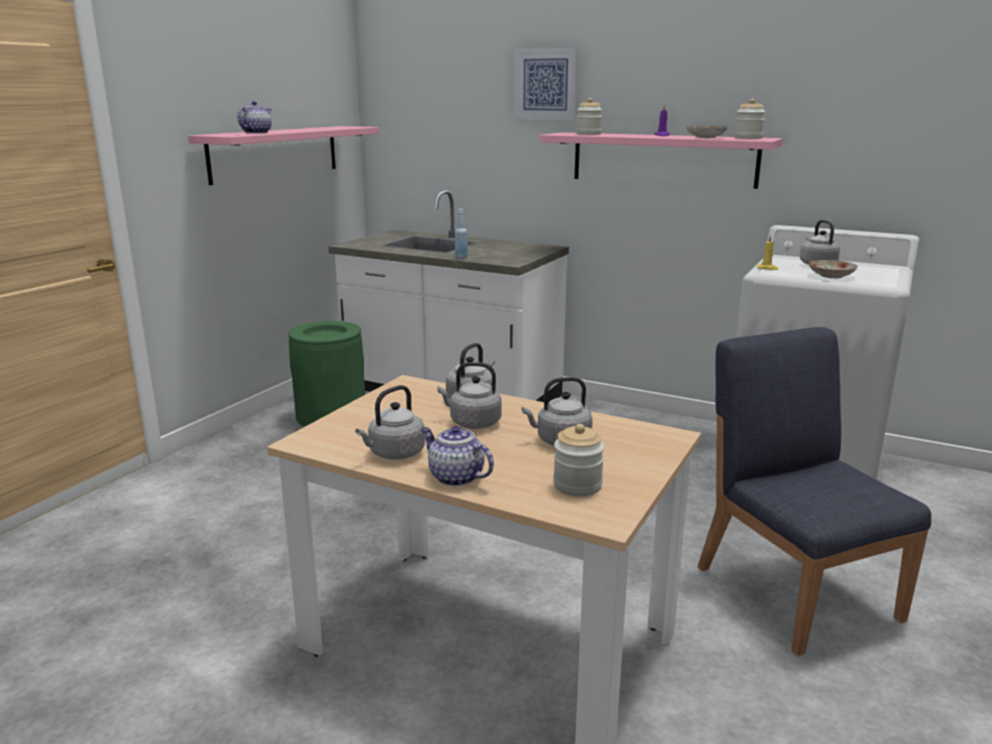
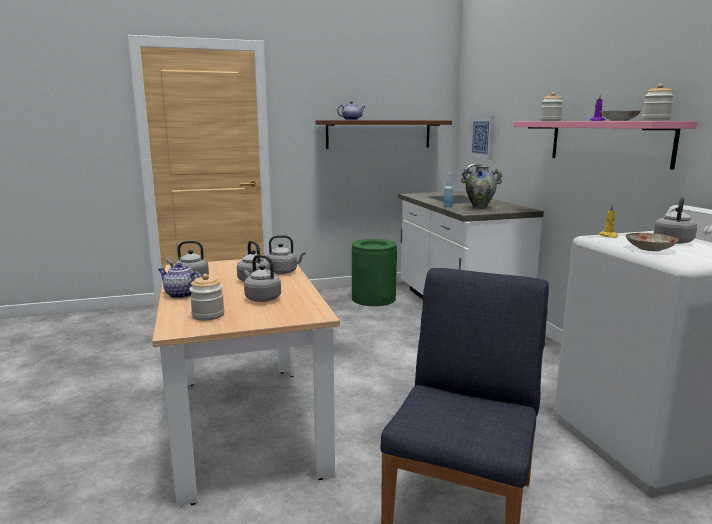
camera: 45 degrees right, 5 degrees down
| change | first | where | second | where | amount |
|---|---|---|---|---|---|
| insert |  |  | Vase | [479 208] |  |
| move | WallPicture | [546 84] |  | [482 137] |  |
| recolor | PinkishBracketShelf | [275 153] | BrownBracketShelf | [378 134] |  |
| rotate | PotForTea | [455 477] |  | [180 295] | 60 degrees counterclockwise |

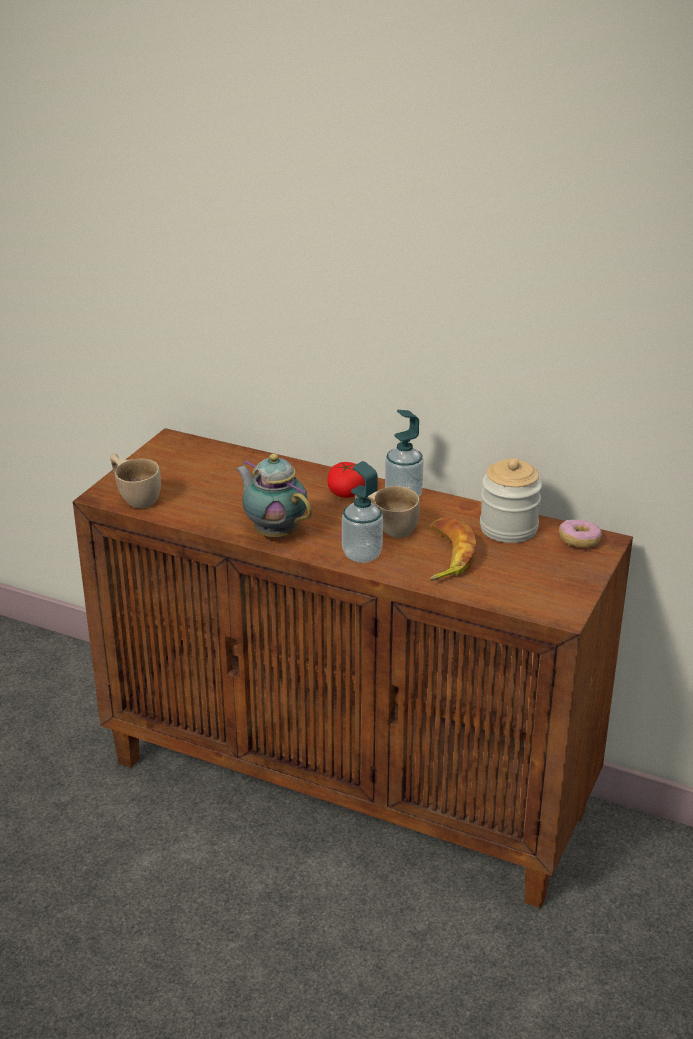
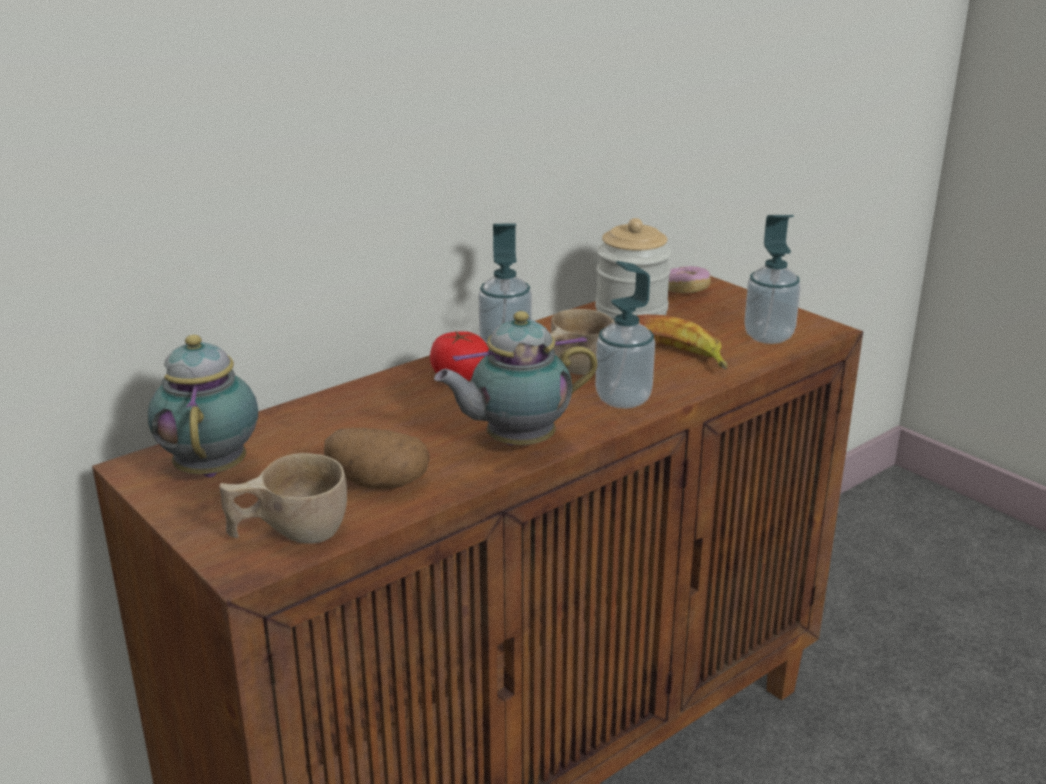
camera: 65 degrees left, 5 degrees down
| change | first | where | second | where | amount |
|---|---|---|---|---|---|
| insert |  |  | PotForTea | [213 468] |  |
| insert |  |  | Potato | [376 483] |  |
| insert |  |  | SoapBottle | [768 336] |  |

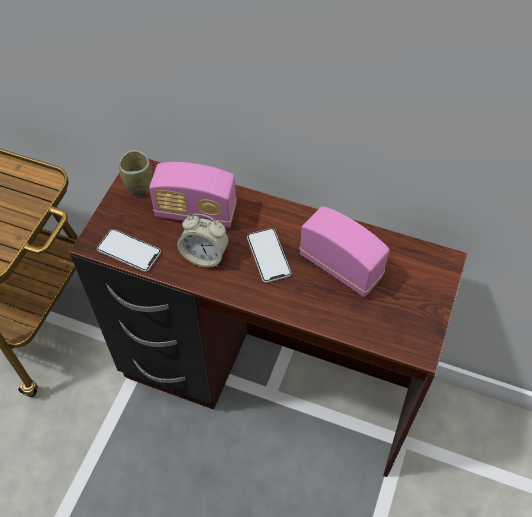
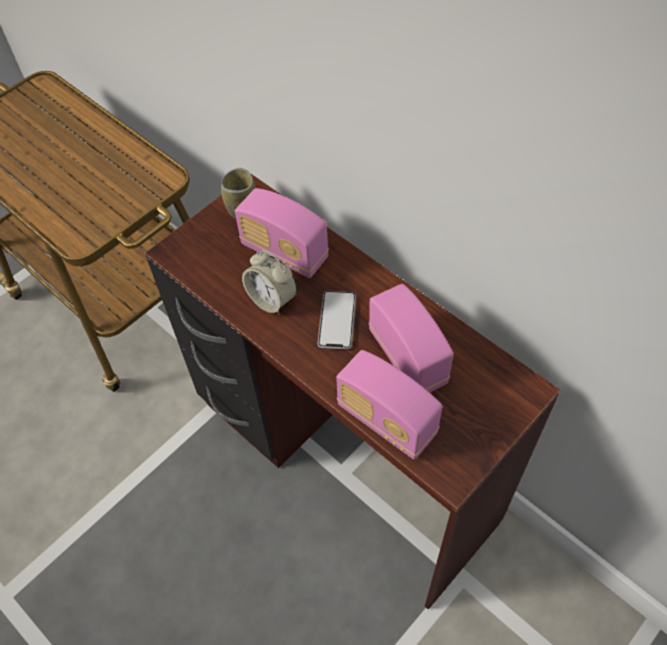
camera: 25 degrees right, 0 degrees up
| change | first | where | second | where | amount |
|---|---|---|---|---|---|
| delete | Handset | [129 251] |  |  |  |
| insert |  |  | RadioReceiver | [386 420] |  |

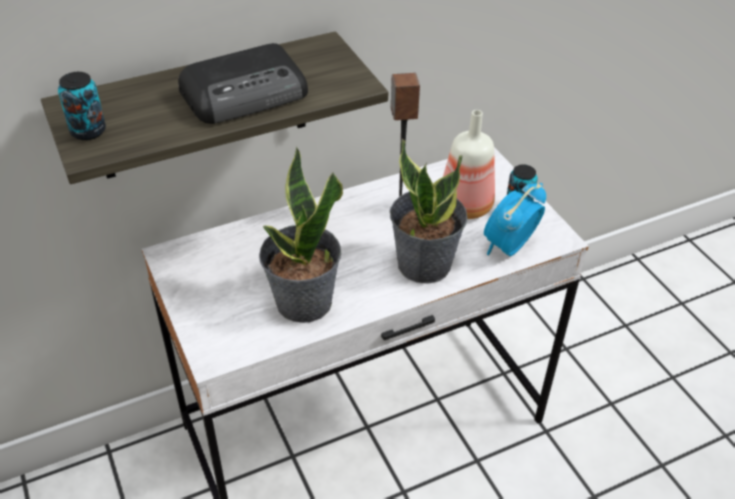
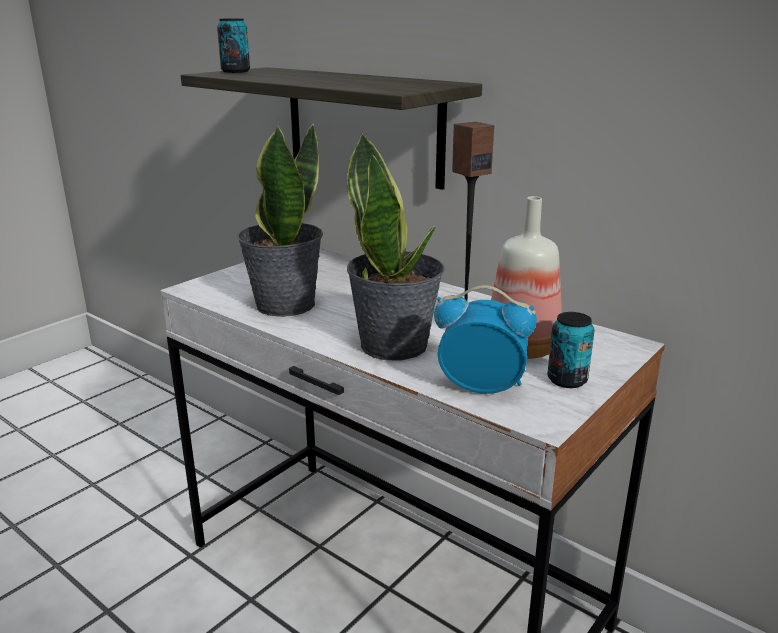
camera: 65 degrees right, 20 degrees down
| change | first | where | second | where | amount |
|---|---|---|---|---|---|
| delete | RadioReceiver | [247 94] |  |  |  |

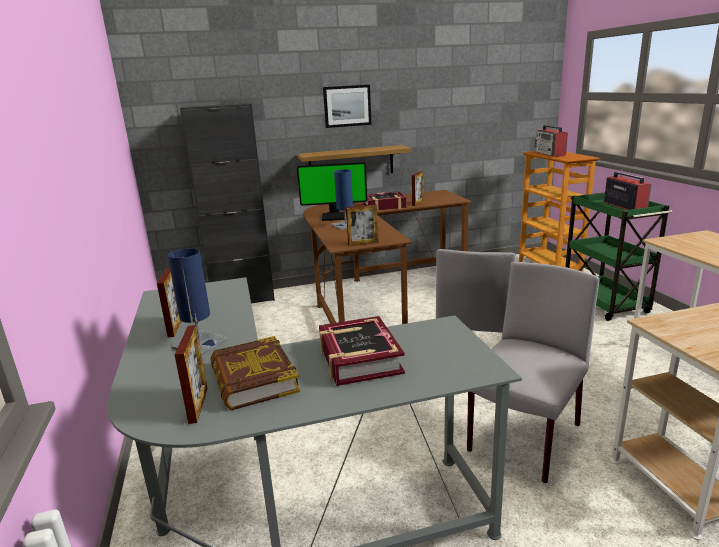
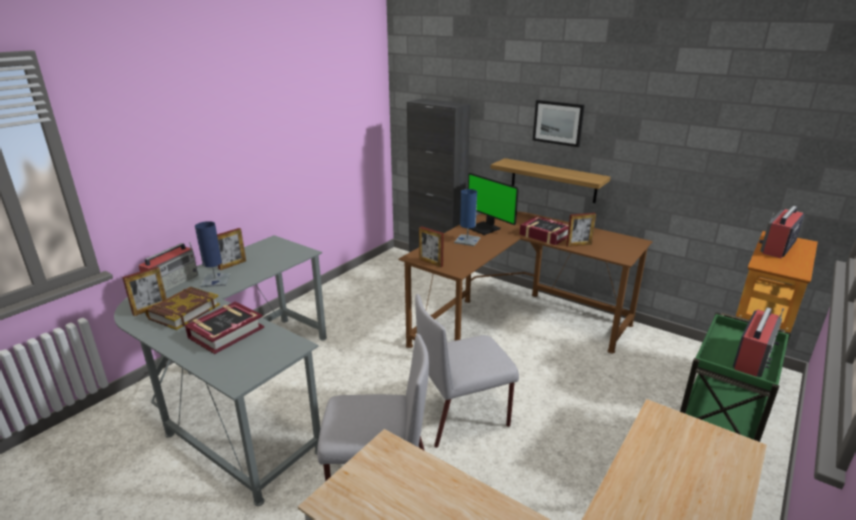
camera: 50 degrees right, 5 degrees up
| change | first | where | second | where | amount |
|---|---|---|---|---|---|
| insert |  |  | RadioReceiver | [173 283] |  |

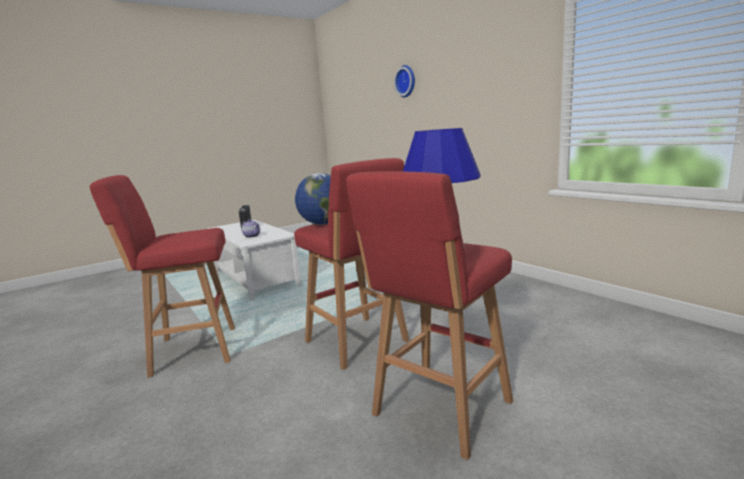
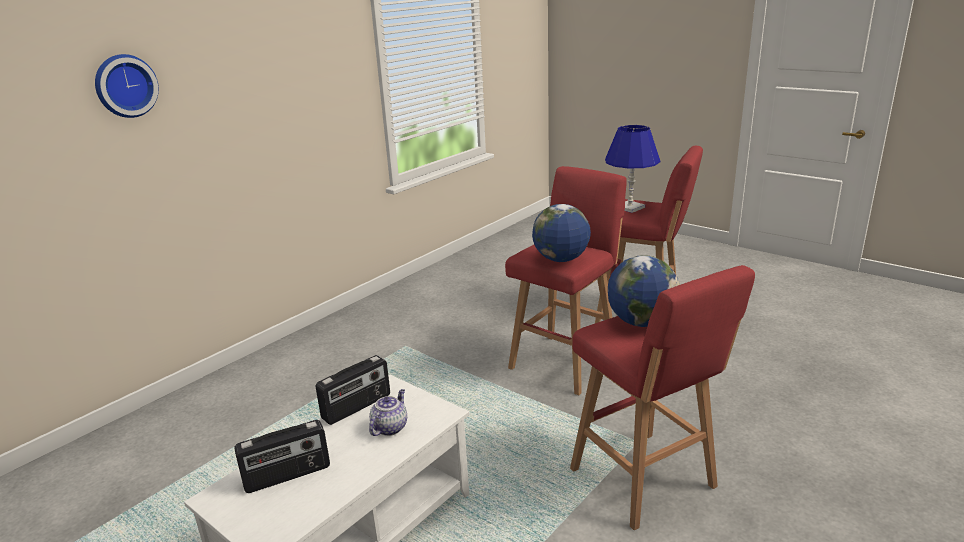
camera: 105 degrees left, 10 degrees up
| change | first | where | second | where | amount |
|---|---|---|---|---|---|
| insert |  |  | RadioReceiver | [357 407] |  |
| insert |  |  | DeskGlobe | [641 322] |  |

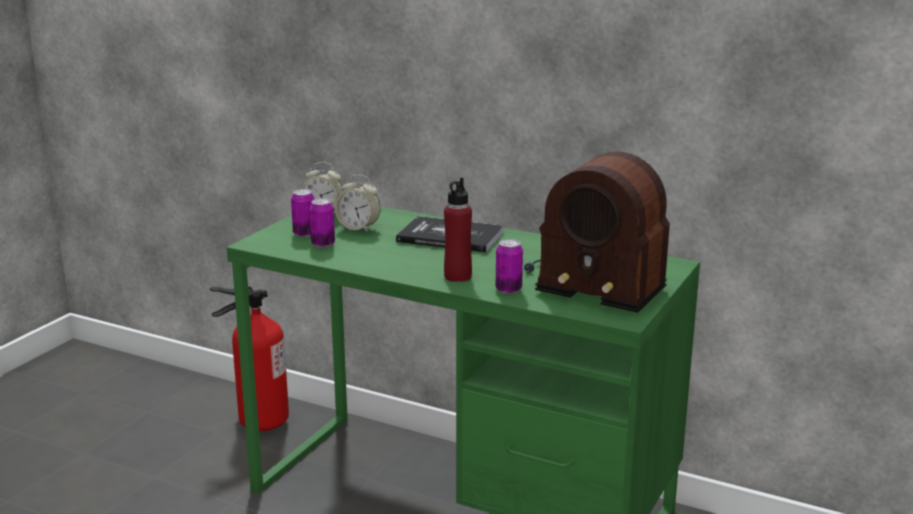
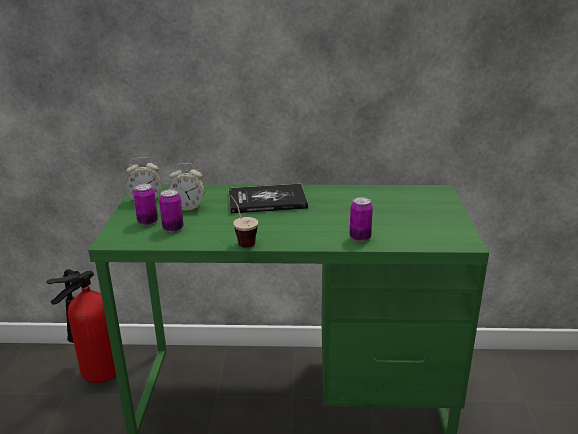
camera: 25 degrees left, 5 degrees up
| change | first | where | second | where | amount |
|---|---|---|---|---|---|
| delete | ReddishDrinkBottle | [457 276] |  |  |  |
| delete | RadioReceiver | [594 278] |  |  |  |
| insert |  |  | SmallCup | [242 240] |  |

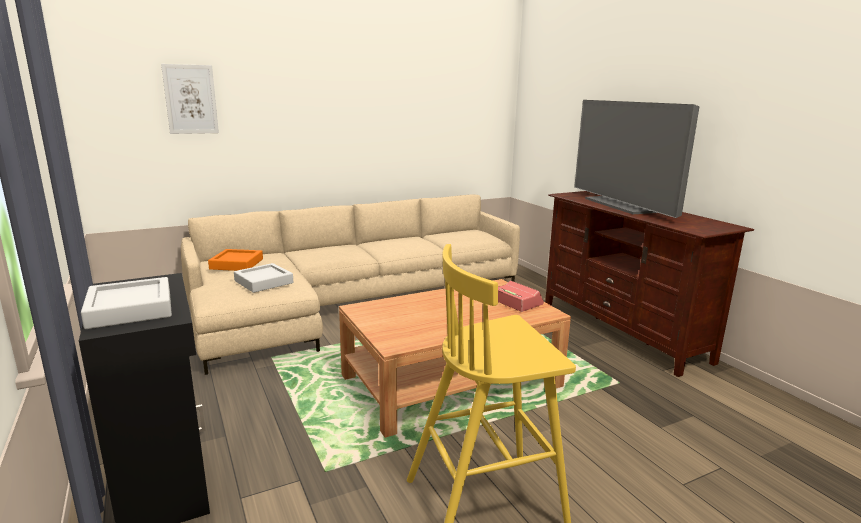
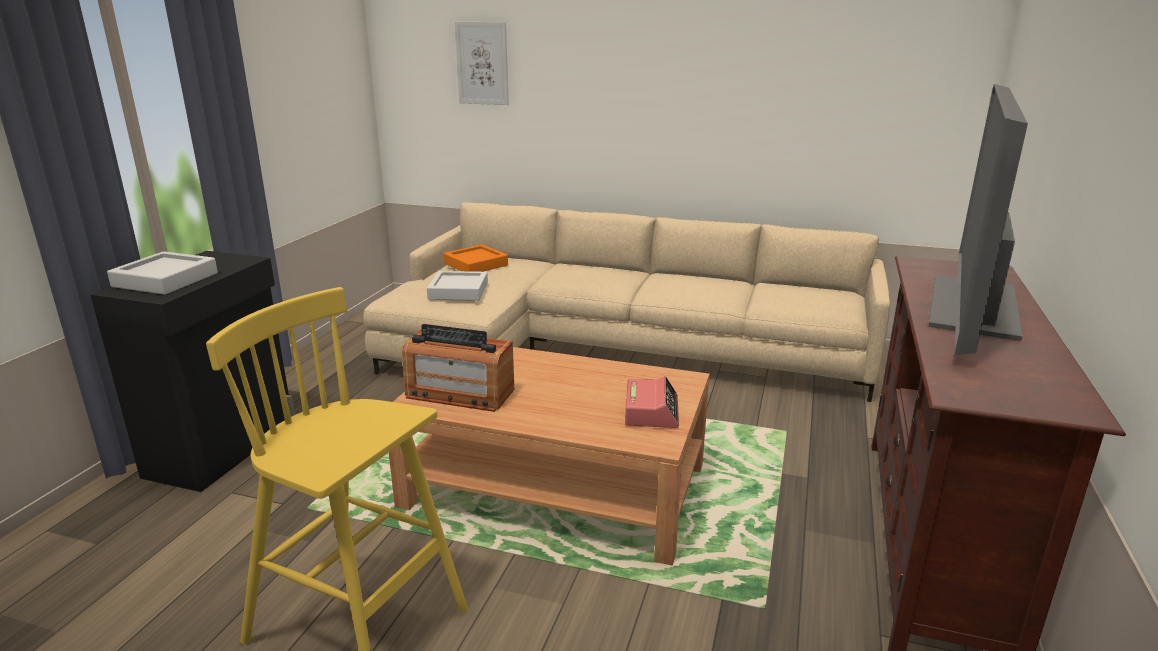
camera: 45 degrees right, 5 degrees up
| change | first | where | second | where | amount |
|---|---|---|---|---|---|
| insert |  |  | RadioReceiver | [459 393] |  |

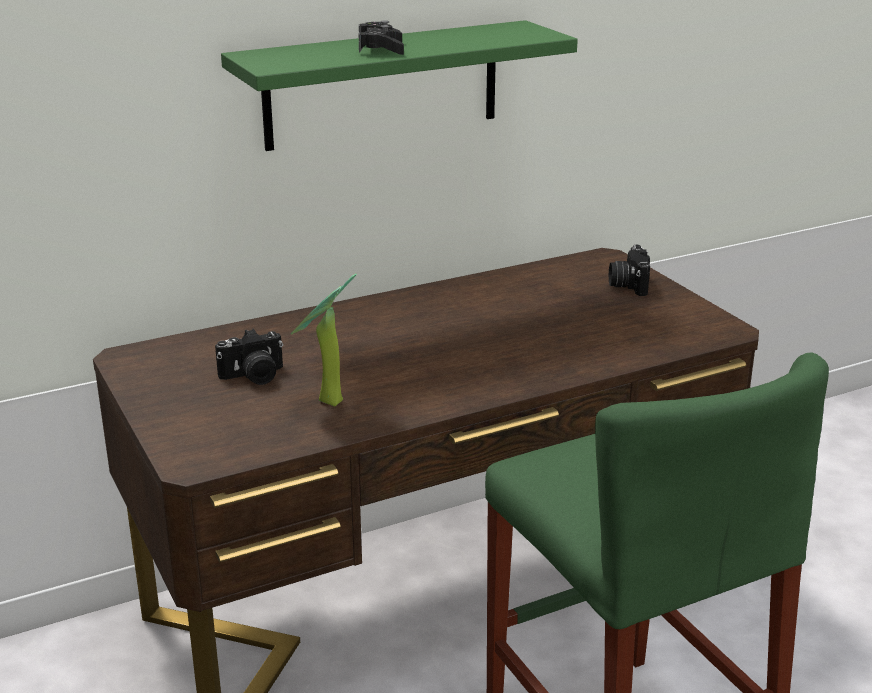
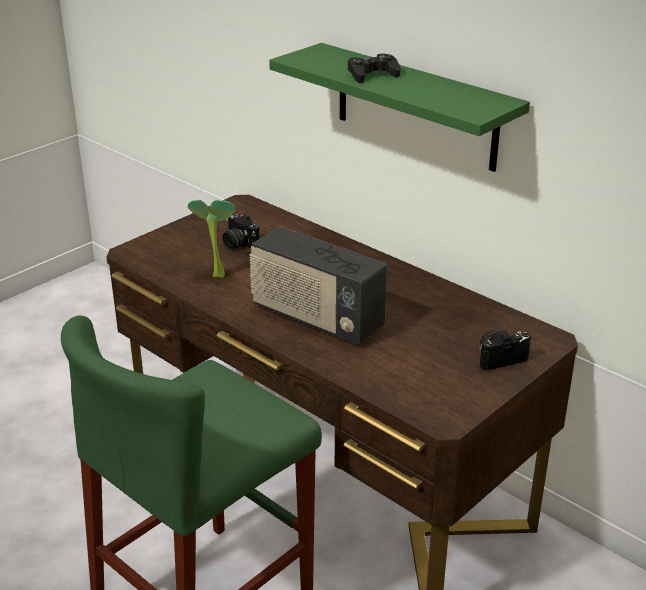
camera: 70 degrees right, 5 degrees up
| change | first | where | second | where | amount |
|---|---|---|---|---|---|
| insert |  |  | RadioReceiver | [316 318] |  |

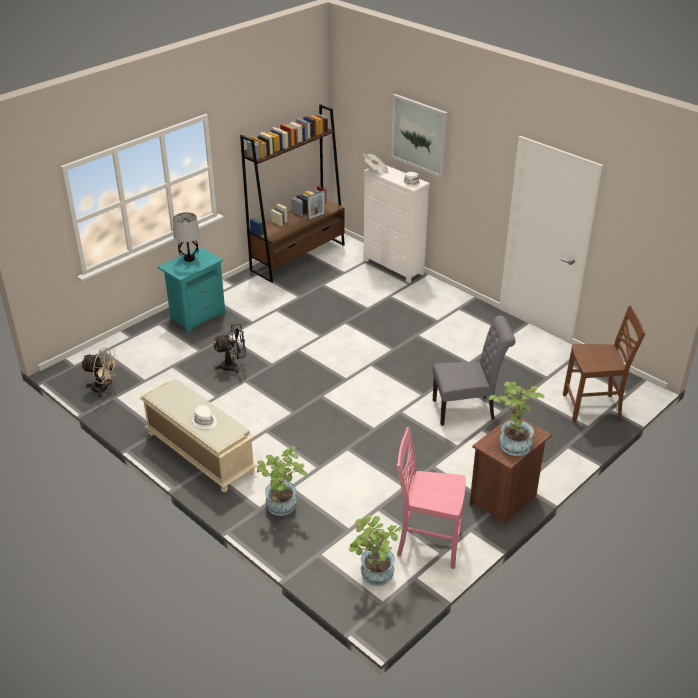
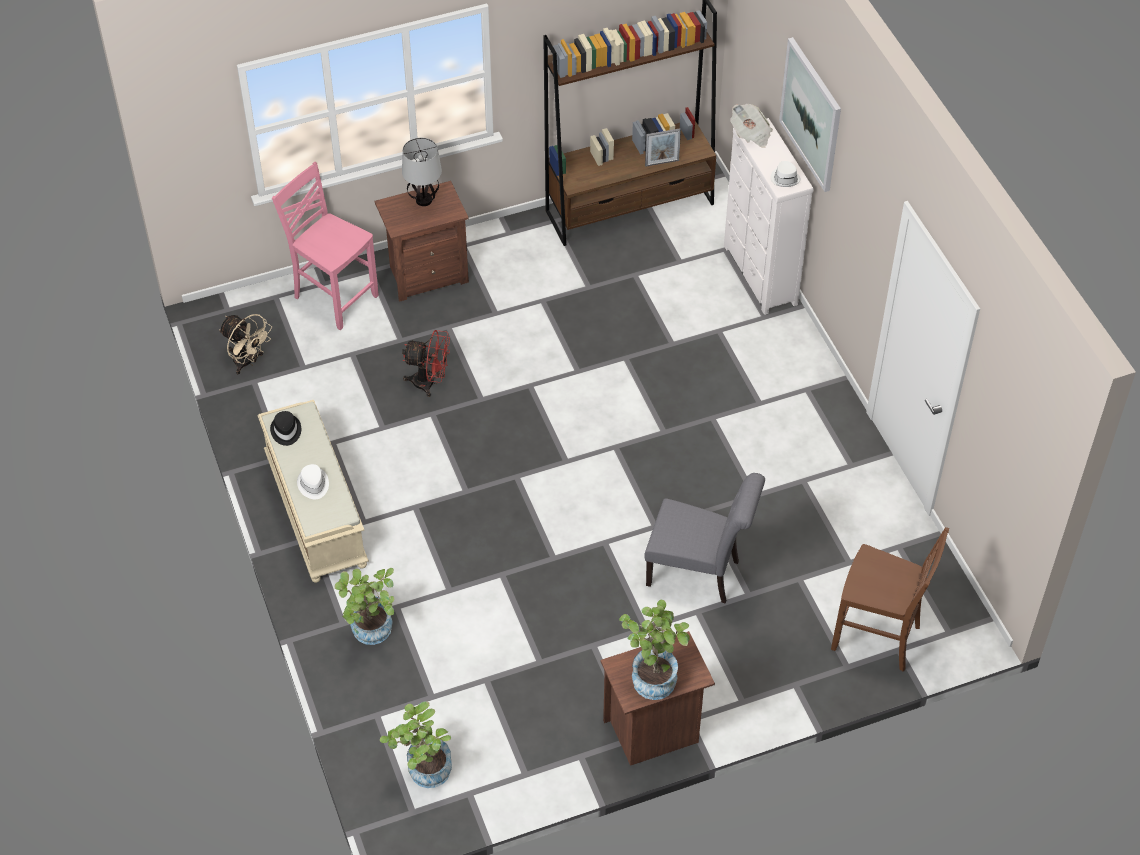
camera: 25 degrees right, 15 degrees up
| change | first | where | second | where | amount |
|---|---|---|---|---|---|
| insert |  |  | BlackClothingHat | [285 431] |  |
| move | PinkishPlainChair | [427 544] |  | [334 297] |  |
| recolor | TurquoiseBedsideTable | [196 316] | BrownBedsideTable | [427 274] |  |
| recolor | BlackElectricFan | [233 366] | ReddishElectricFan | [429 383] |  |

